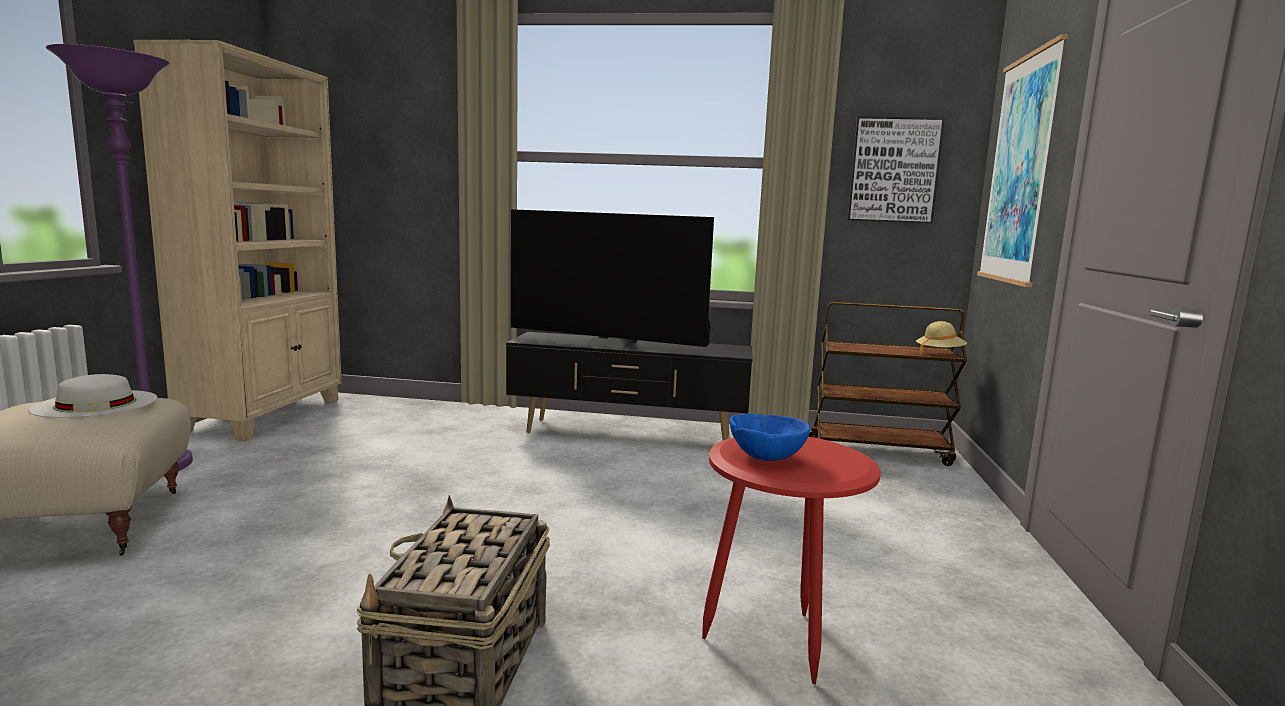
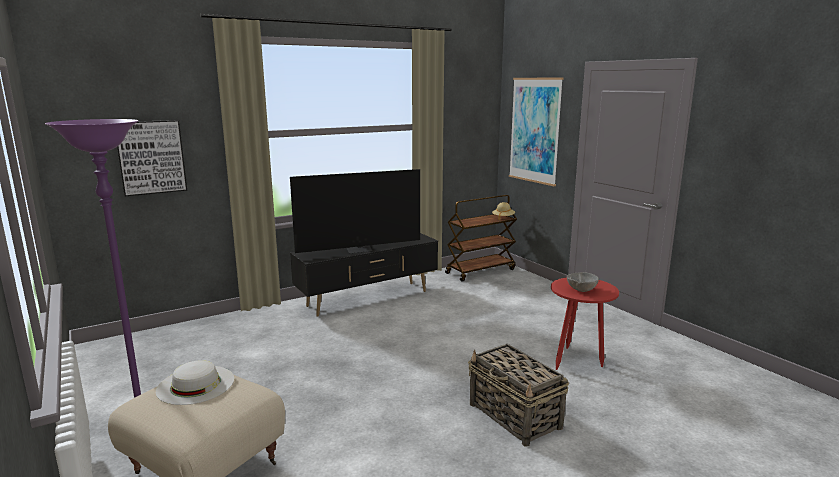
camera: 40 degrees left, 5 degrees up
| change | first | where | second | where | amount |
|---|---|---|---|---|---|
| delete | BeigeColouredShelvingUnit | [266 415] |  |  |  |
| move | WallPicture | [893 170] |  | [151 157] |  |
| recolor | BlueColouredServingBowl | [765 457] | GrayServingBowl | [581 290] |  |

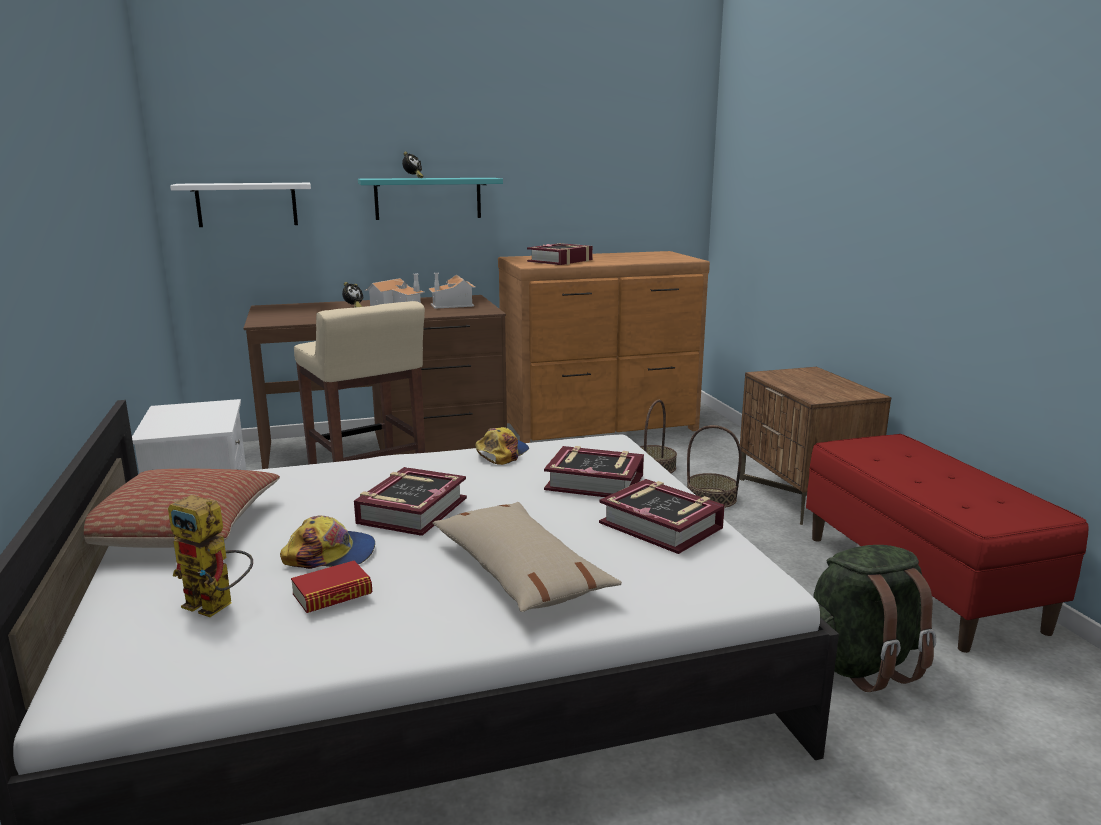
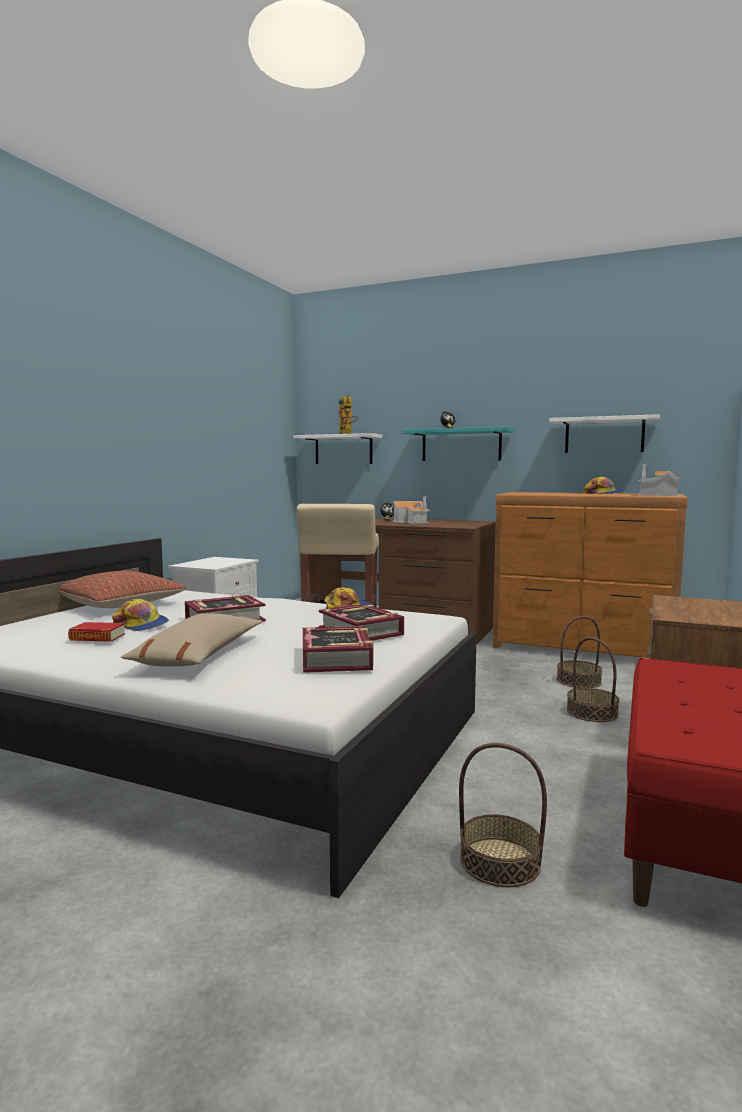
camera: 40 degrees right, 10 degrees down
| change | first | where | second | where | amount |
|---|---|---|---|---|---|
| delete | Book | [560 261] |  |  |  |
| insert |  |  | WhiteBracketShelf | [604 435] |  |
| insert |  |  | Cap | [604 493] |  |
| move | ModelRobot | [218 605] |  | [347 434] |  |
| move | ModelHouse | [453 305] |  | [659 495] |  |
| replace | GreenKnapsack | [860 665] | StorageBasket | [499 862] |  |

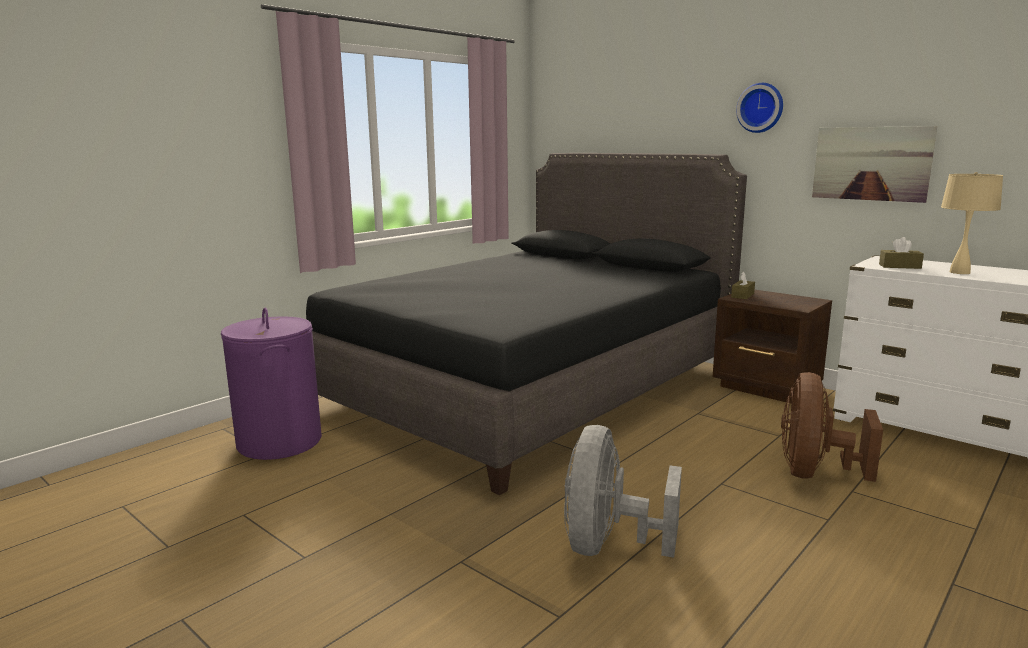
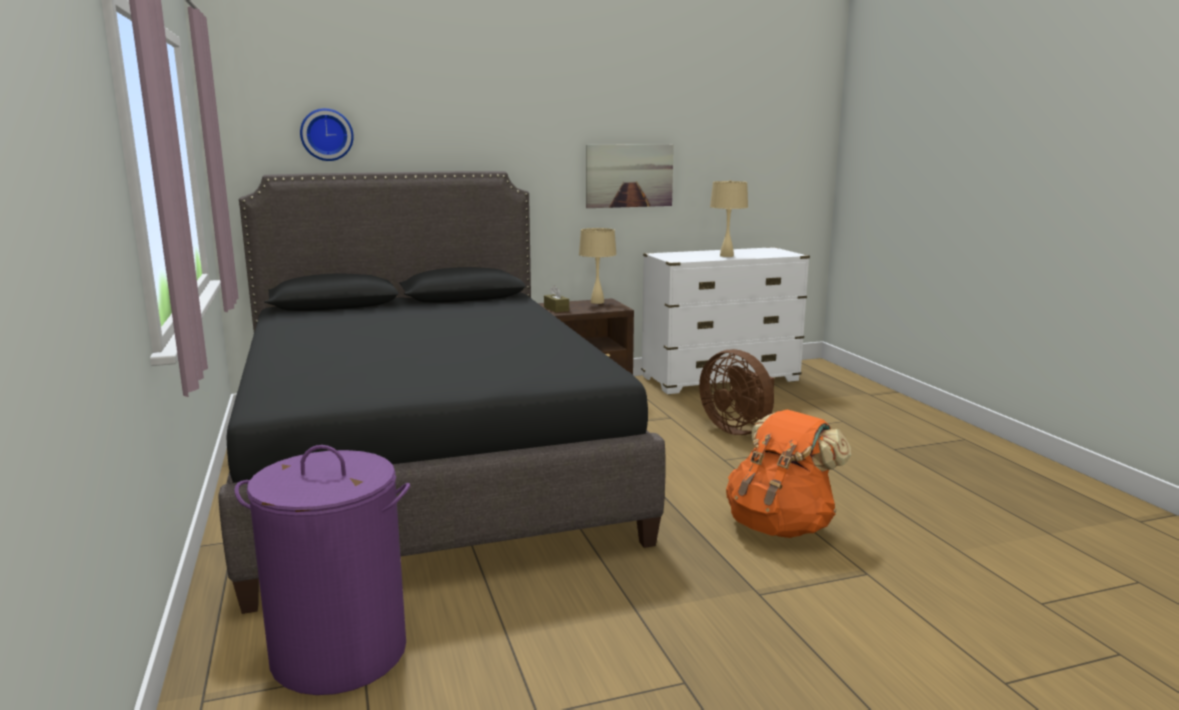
camera: 60 degrees left, 0 degrees up
| change | first | where | second | where | amount |
|---|---|---|---|---|---|
| delete | BrownTissueHolder | [899 266] |  |  |  |
| insert |  |  | BeigeColouredLampForATable | [597 302] |  |
| move | HangingClock | [761 108] |  | [326 134] |  |
| replace | GrayElectricFan | [608 545] | OrangeKnapsack | [780 526] |  |

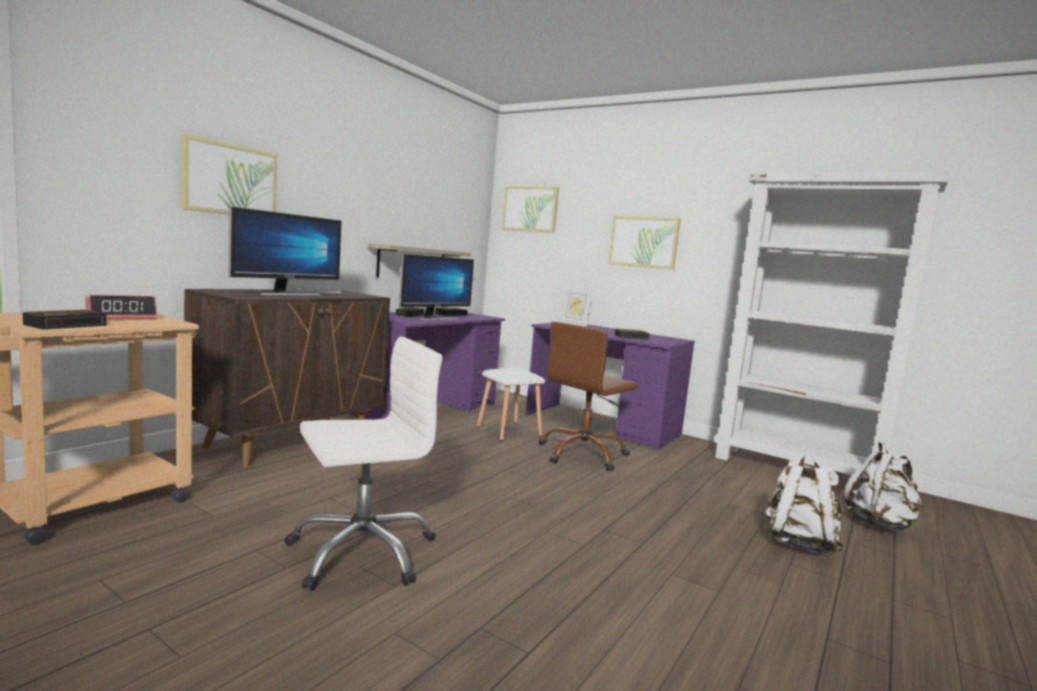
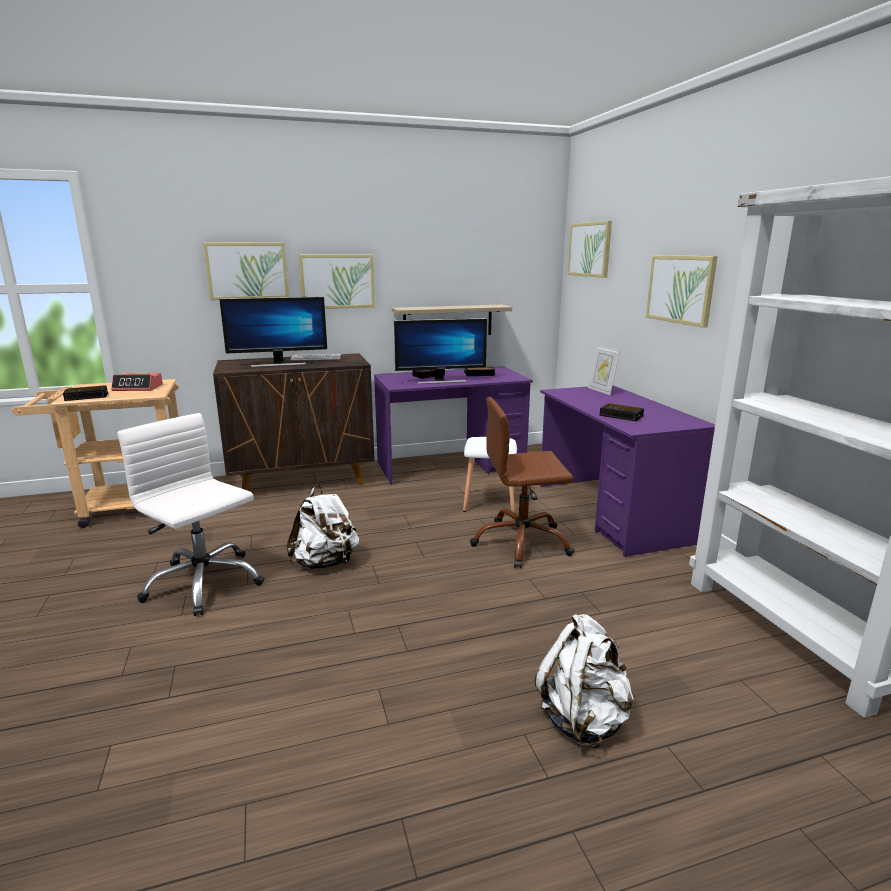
camera: 40 degrees right, 10 degrees up
| change | first | where | second | where | amount |
|---|---|---|---|---|---|
| insert |  |  | WallPicture | [337 281] |  |
| move | WhiteKnapsack | [879 524] |  | [325 563] |  |
| rotate | WhiteDeskChair | [362 552] |  | [203 583] | 150 degrees counterclockwise |

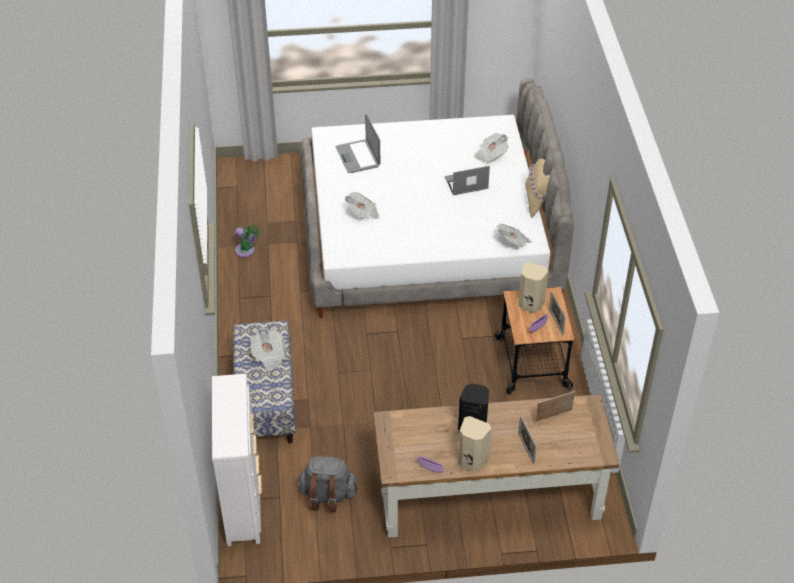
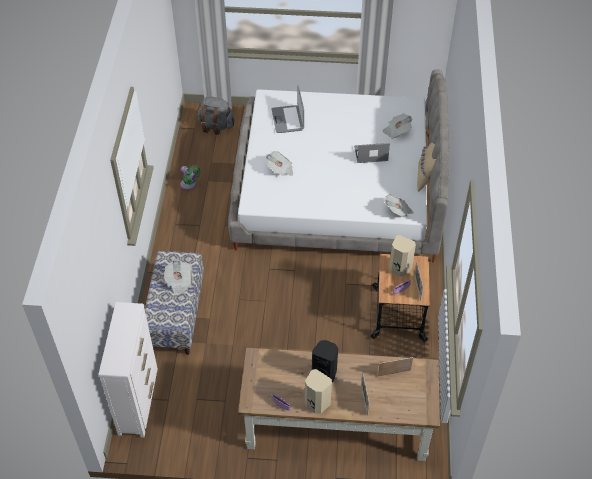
camera: 10 degrees right, 5 degrees up
| change | first | where | second | where | amount |
|---|---|---|---|---|---|
| move | GrayKnapsack | [327 495] |  | [215 126] |  |

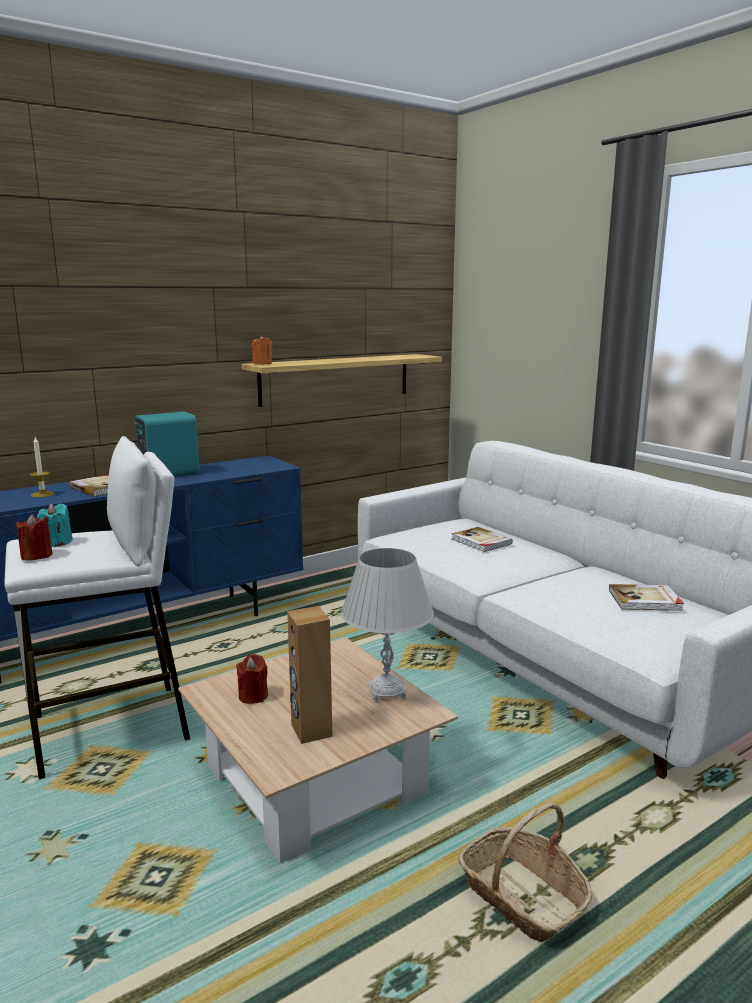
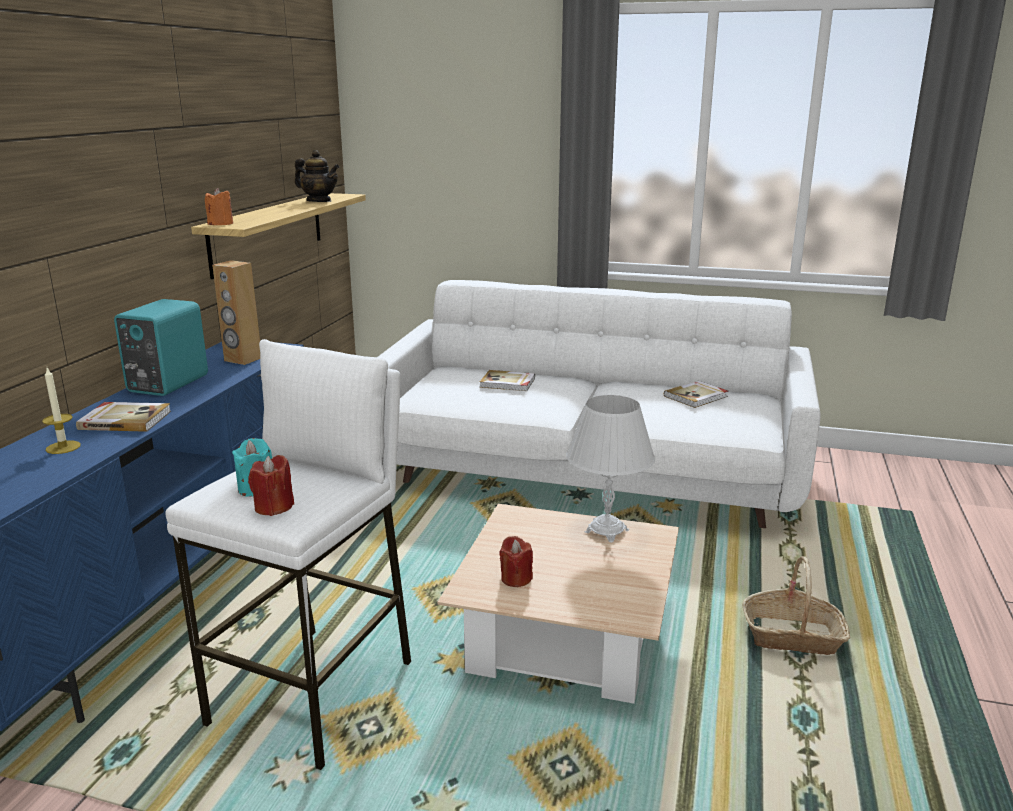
camera: 40 degrees left, 5 degrees up
| change | first | where | second | where | amount |
|---|---|---|---|---|---|
| insert |  |  | PotForTea | [319 201] |  |
| move | BrownAudioSpeaker | [310 730] |  | [242 359] |  |

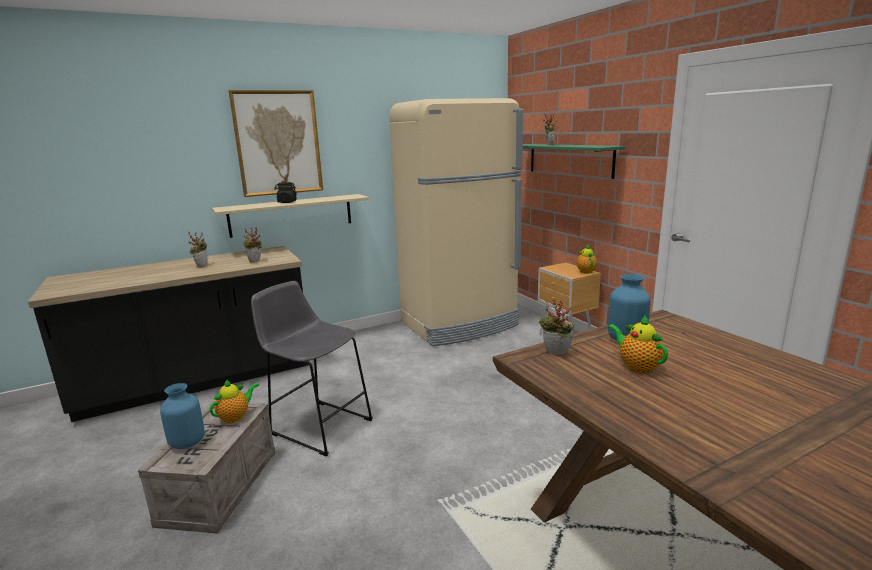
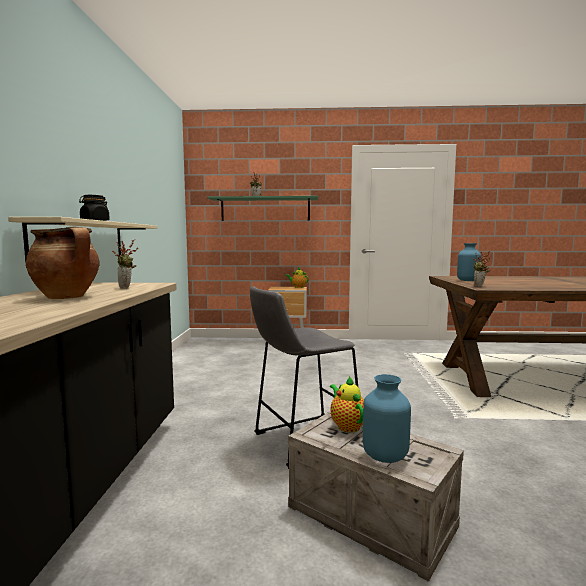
camera: 60 degrees left, 10 degrees down
| change | first | where | second | where | amount |
|---|---|---|---|---|---|
| delete | WallPicture | [278 143] |  |  |  |
| delete | BeigeColouredFridge | [460 324] |  |  |  |
| delete | PotForTea | [637 367] |  |  |  |
| replace | PlantInAPot | [201 266] | CookingPot | [68 297] |  |

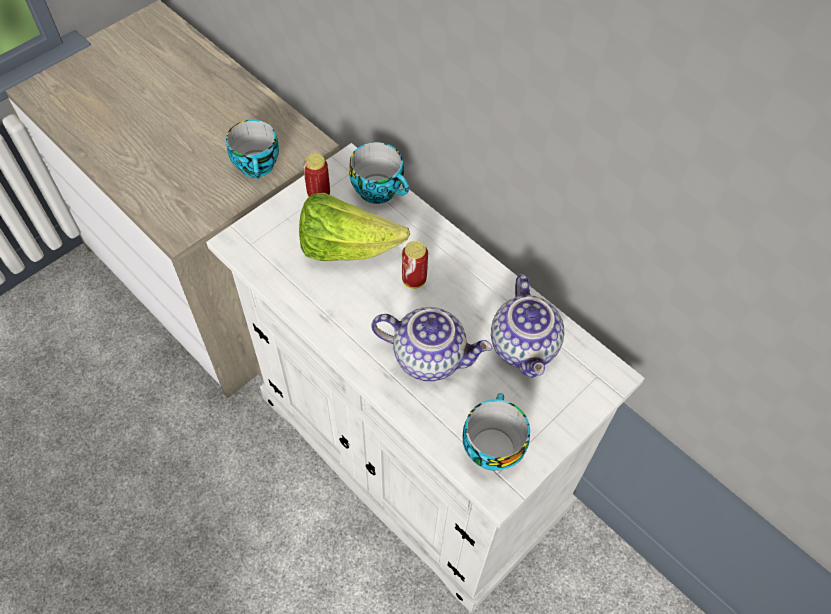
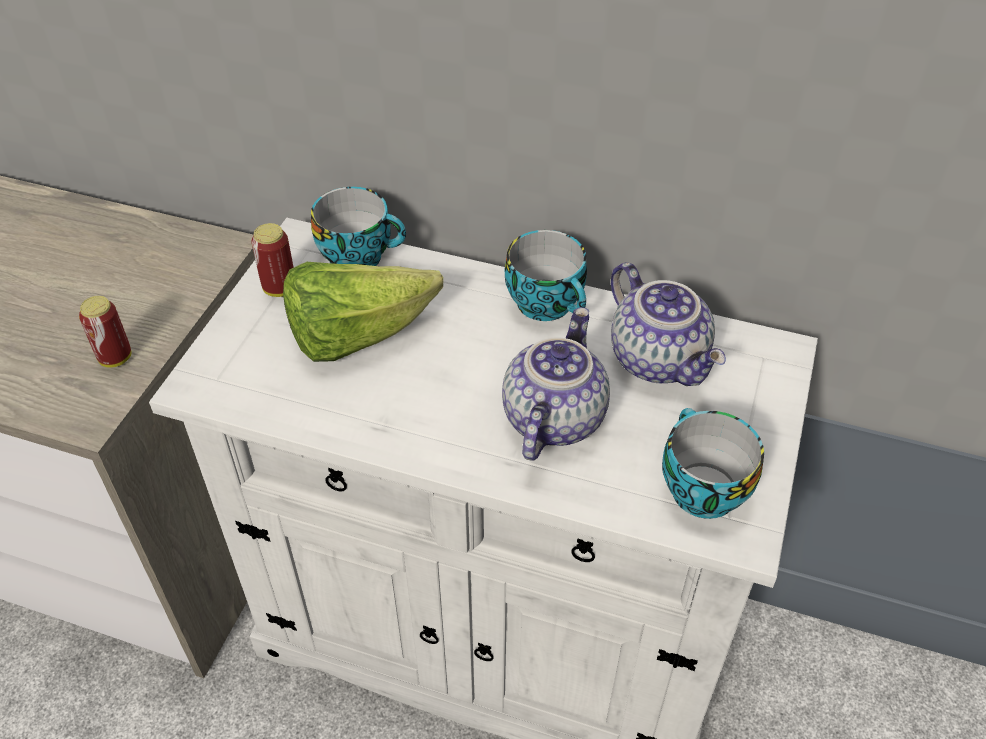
camera: 25 degrees left, 10 degrees down
| change | first | where | second | where | amount |
|---|---|---|---|---|---|
| move | SmallCup | [258 166] |  | [548 303] |  |
| move | MetalCan | [414 280] |  | [115 358] |  |
| rotate | PotForTea | [430 356] |  | [551 417] | 60 degrees counterclockwise |

